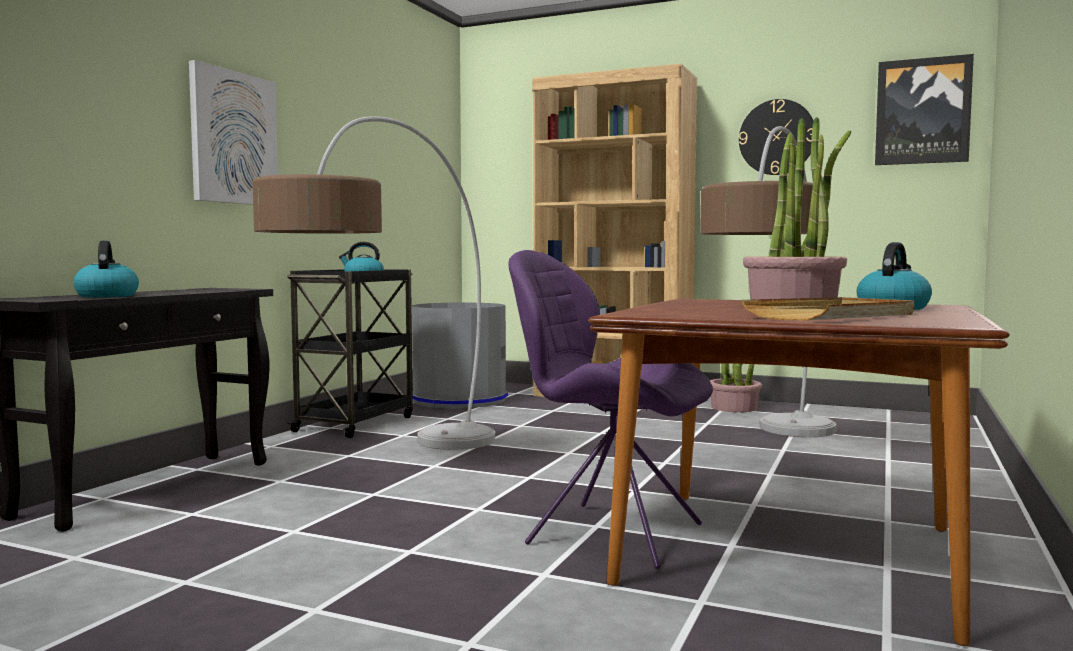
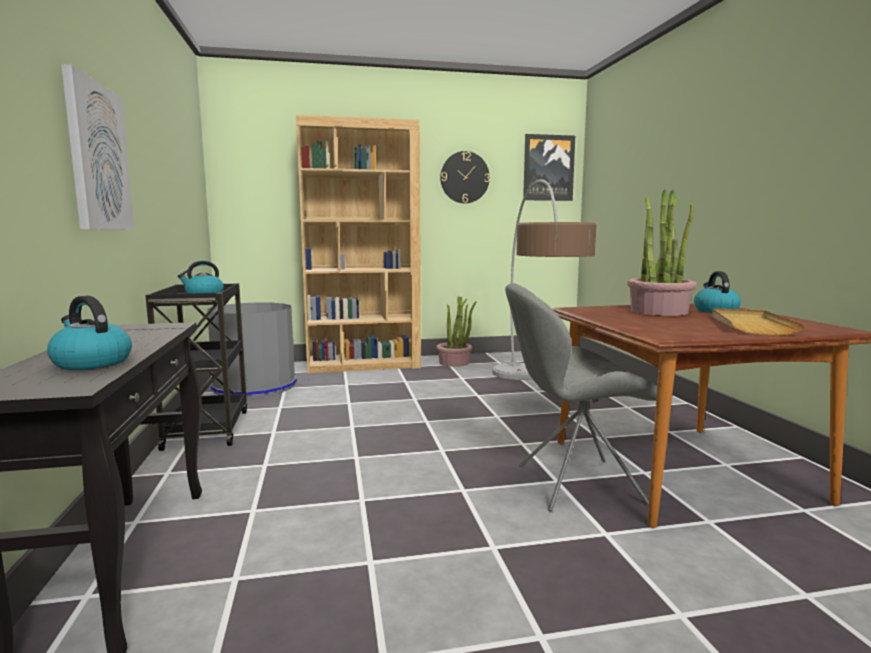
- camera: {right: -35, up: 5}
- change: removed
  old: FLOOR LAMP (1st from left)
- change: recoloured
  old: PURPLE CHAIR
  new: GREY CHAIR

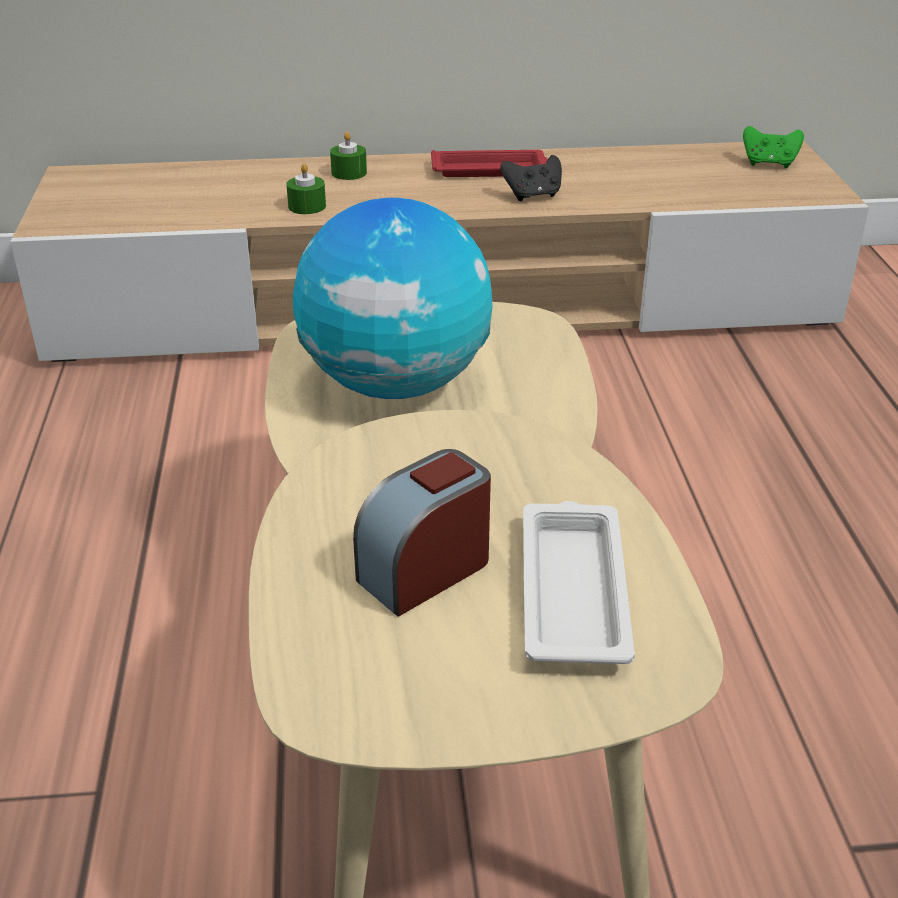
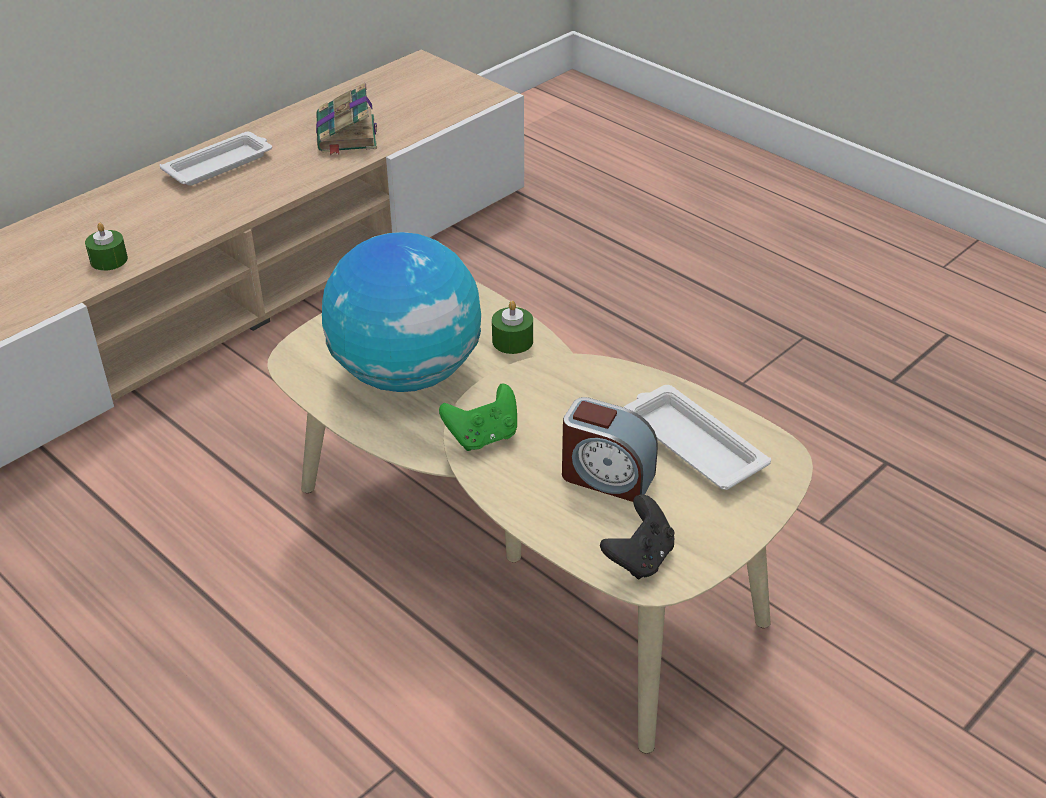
- camera: {right: -40, up: 5}
- change: added
  new: BOOK
- change: moved
  old: GREEN CANDLE (2nd from left)
- change: moved
  old: BLACK GAME CONTROLLER
- change: moved
  old: GREEN GAME CONTROLLER
- change: recoloured
  old: RED TRAY
  new: WHITE TRAY (1st from left)
- change: turned
  old: ALARM CLOCK
  degrees: -75

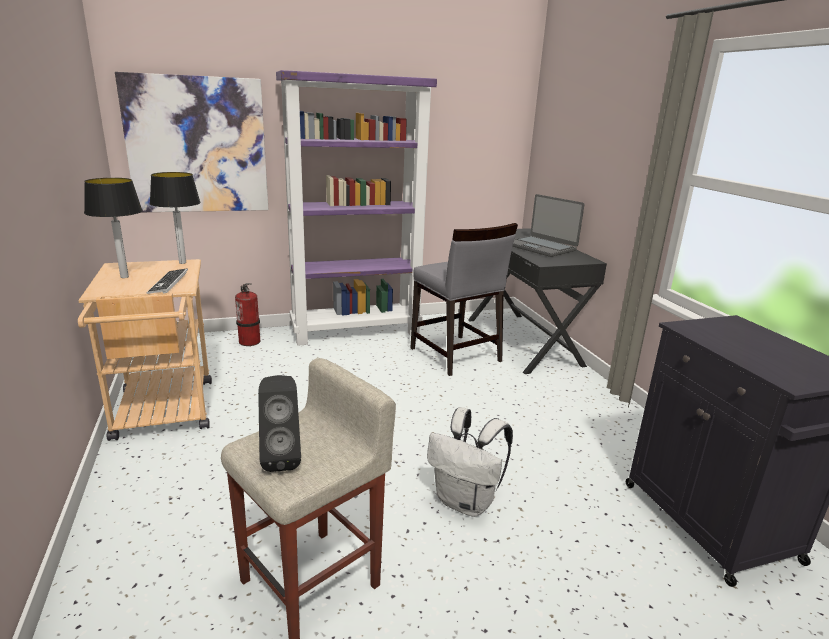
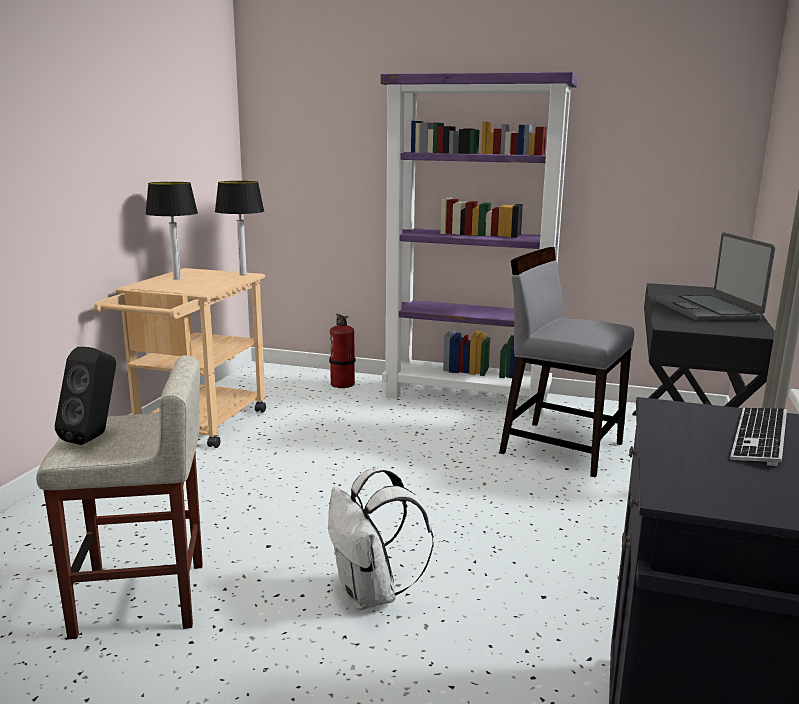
- camera: {right: 35, up: -5}
- change: removed
  old: PICTURE
- change: moved
  old: KEYBOARD
- change: turned
  old: GREY CHAIR
  degrees: 120

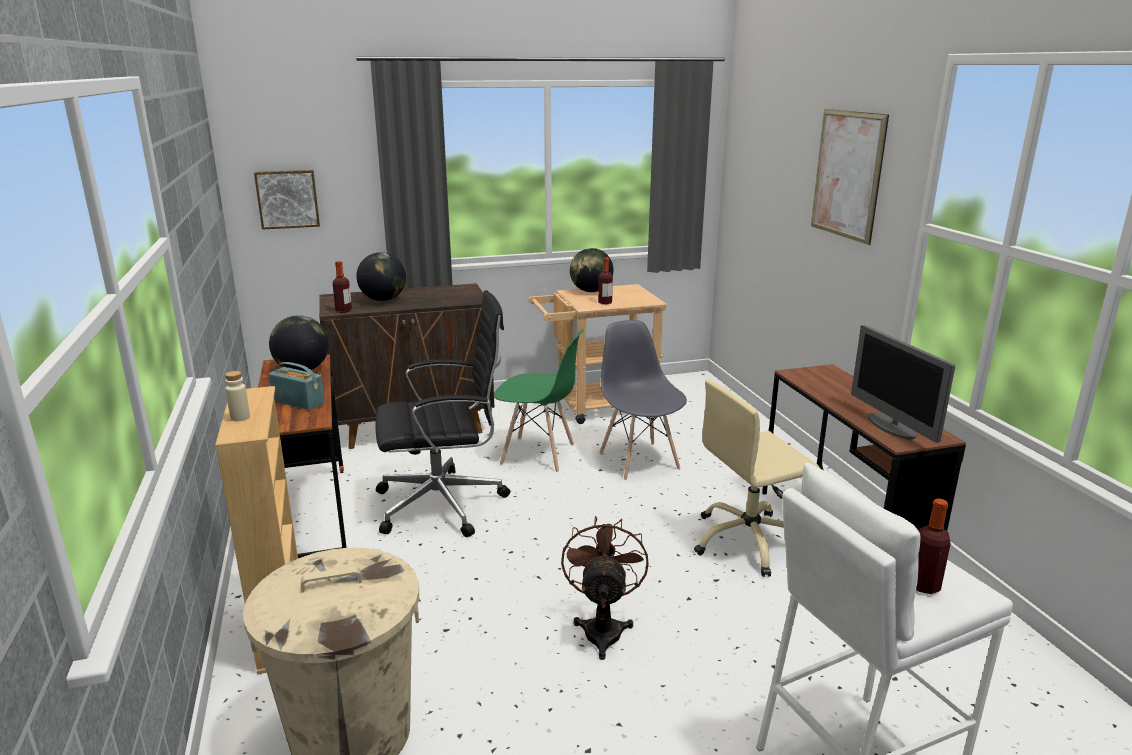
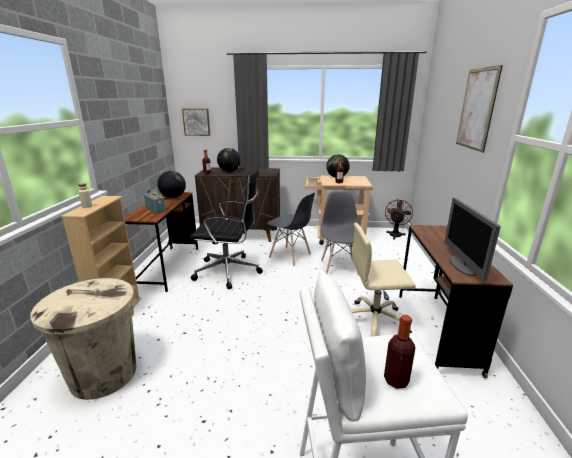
- camera: {right: 20, up: 0}
- change: moved
  old: BROWN FAN
- change: recoloured
  old: GREEN CHAIR
  new: GREY CHAIR (1st from left)

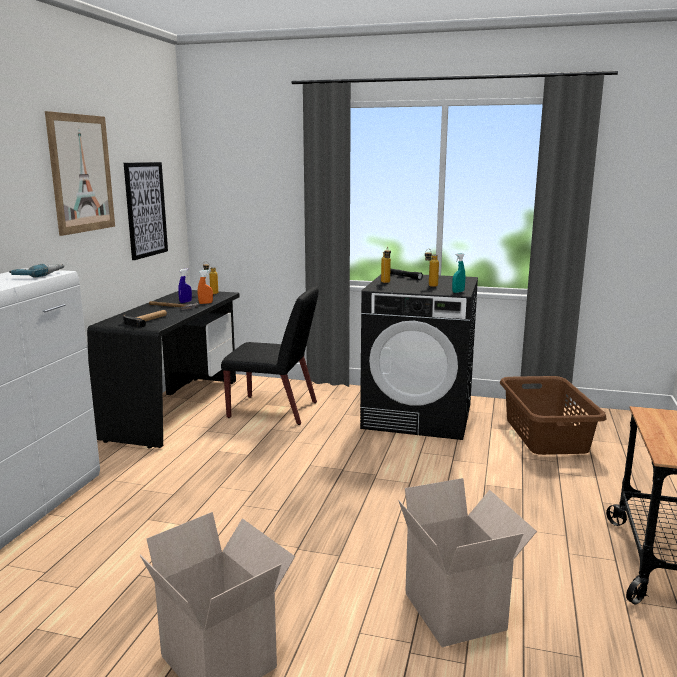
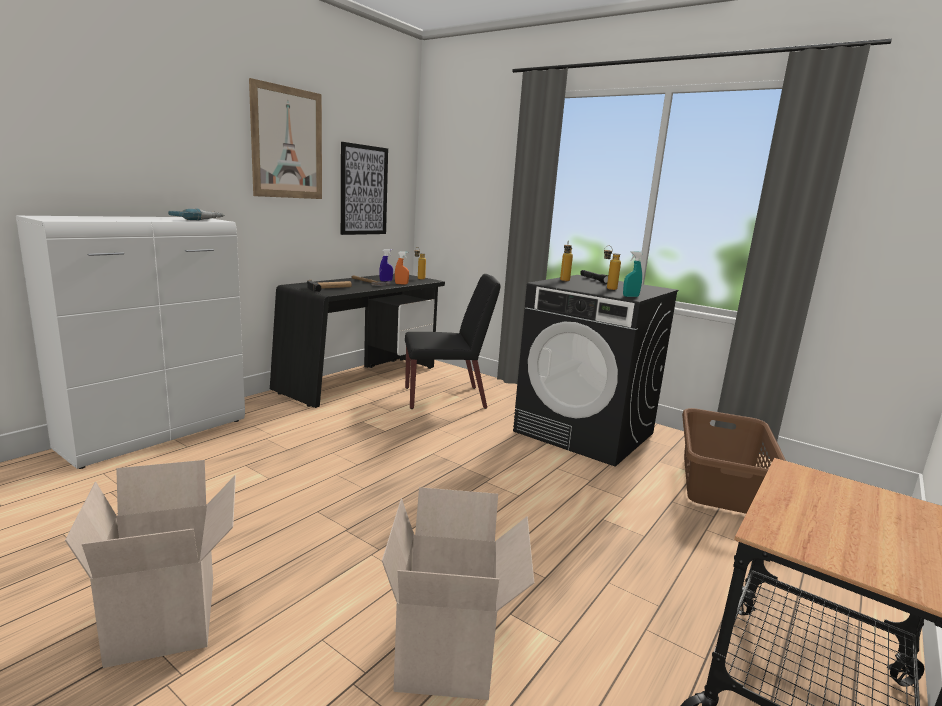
- camera: {right: 20, up: 0}
- change: turned
  old: BLACK CHAIR
  degrees: -45

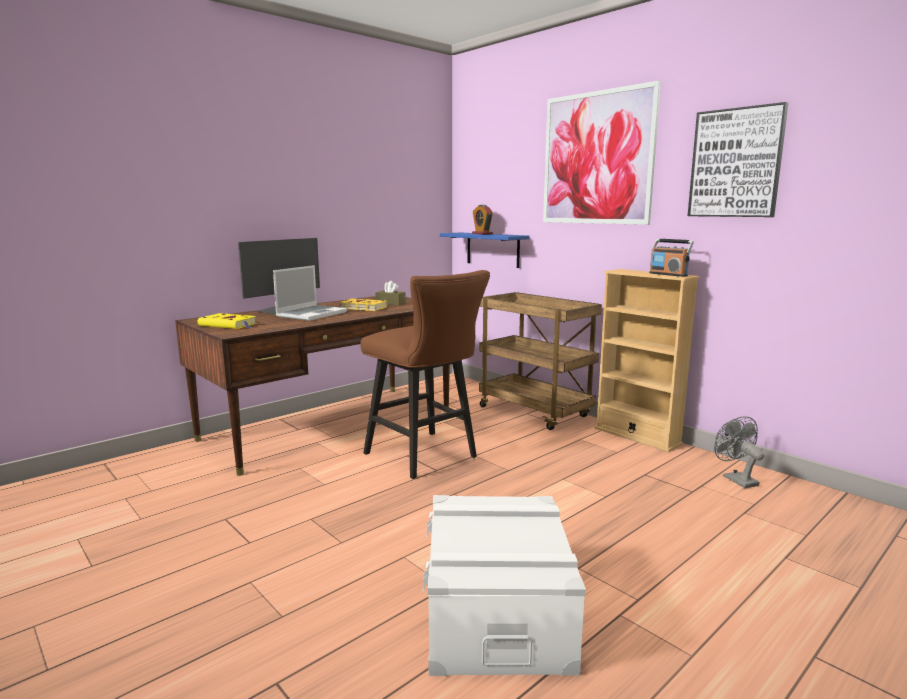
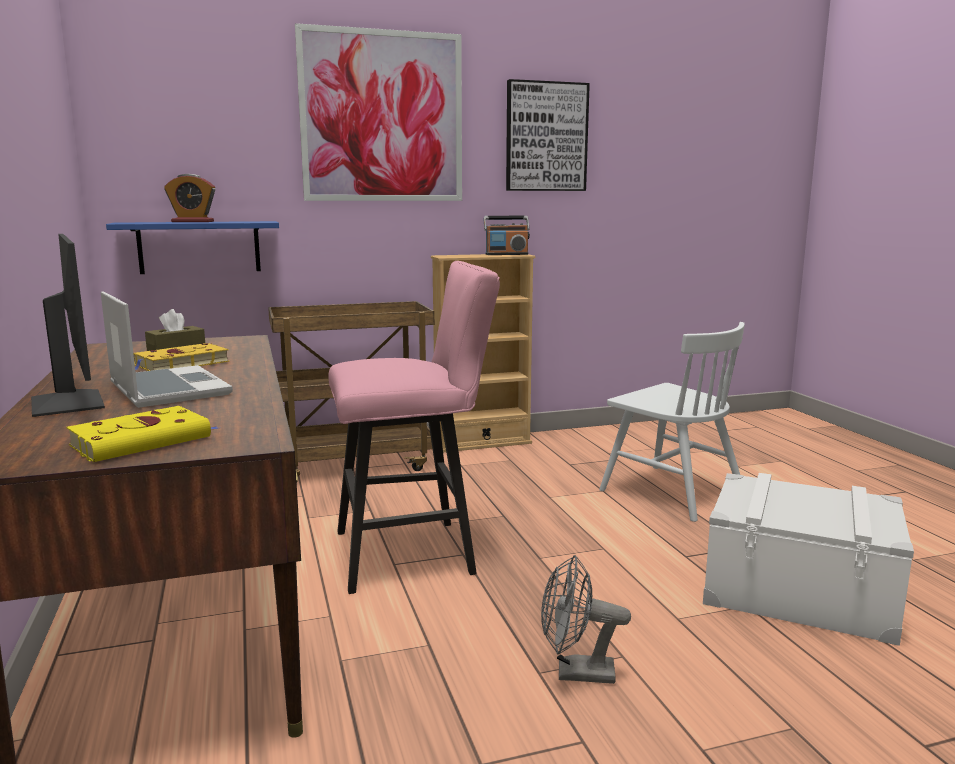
- camera: {right: -65, up: 0}
- change: added
  new: WHITE CHAIR
- change: moved
  old: GREY FAN
- change: recoloured
  old: BROWN STOOL
  new: PINK STOOL

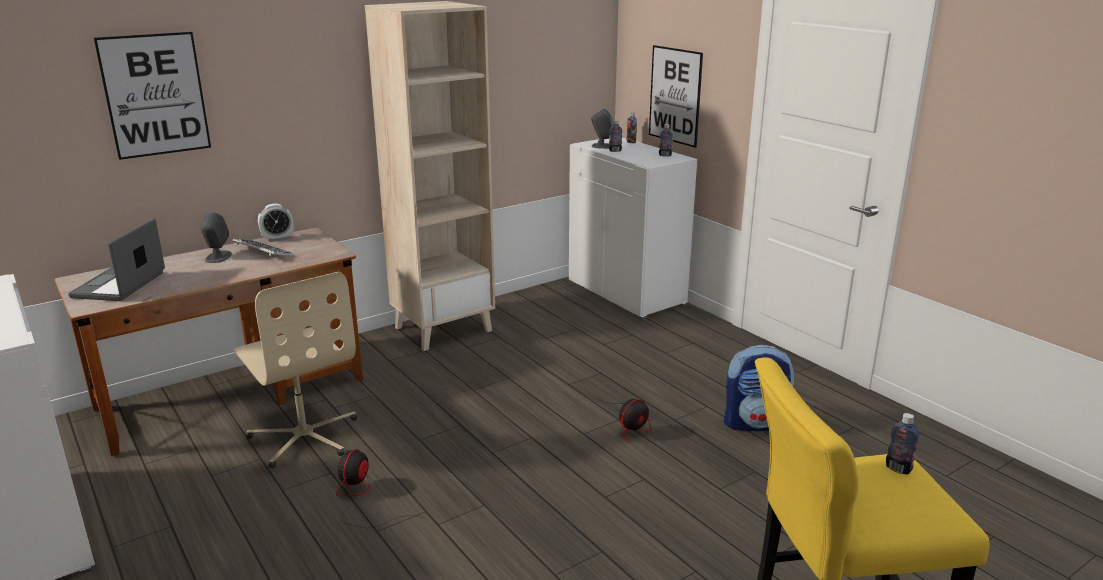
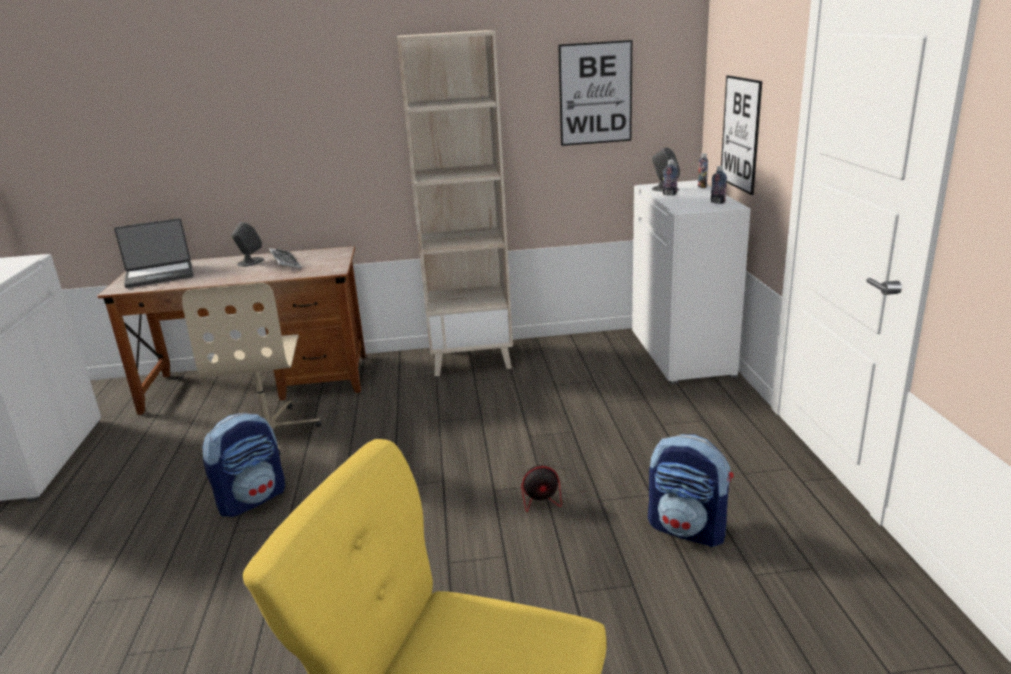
- camera: {right: 30, up: 0}
- change: removed
  old: ALARM CLOCK
- change: removed
  old: BOTTLE (4th from left)
- change: moved
  old: PICTURE (1st from left)
- change: replaced
  old: FAN (1st from left)
  new: BACKPACK (1st from left)
- change: turned
  old: LAPTOP
  degrees: -150

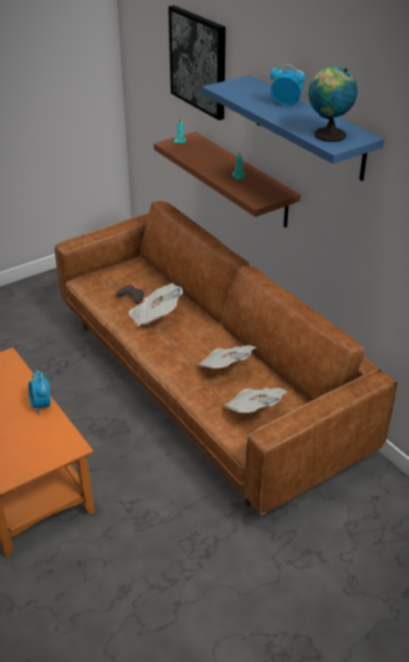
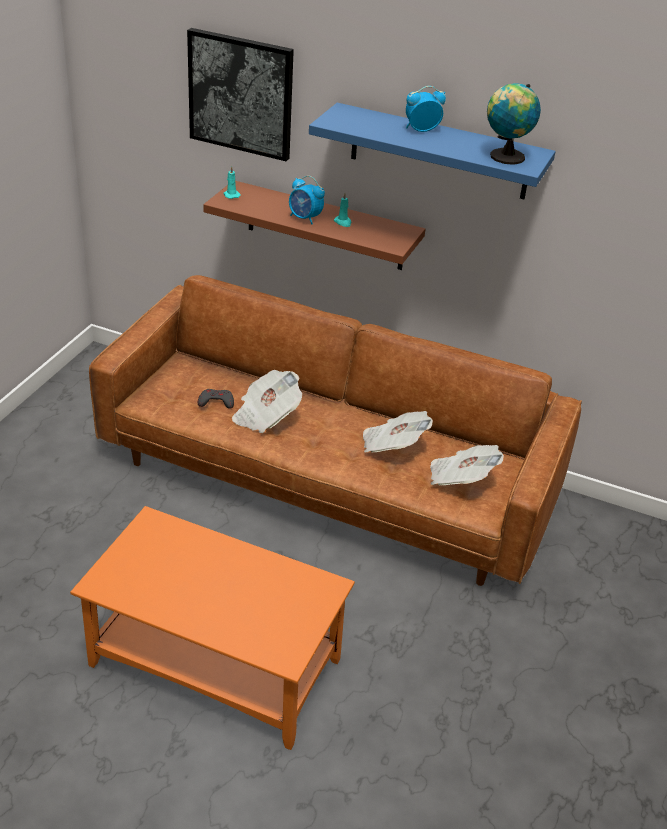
- camera: {right: -35, up: 0}
- change: moved
  old: ALARM CLOCK (1st from left)

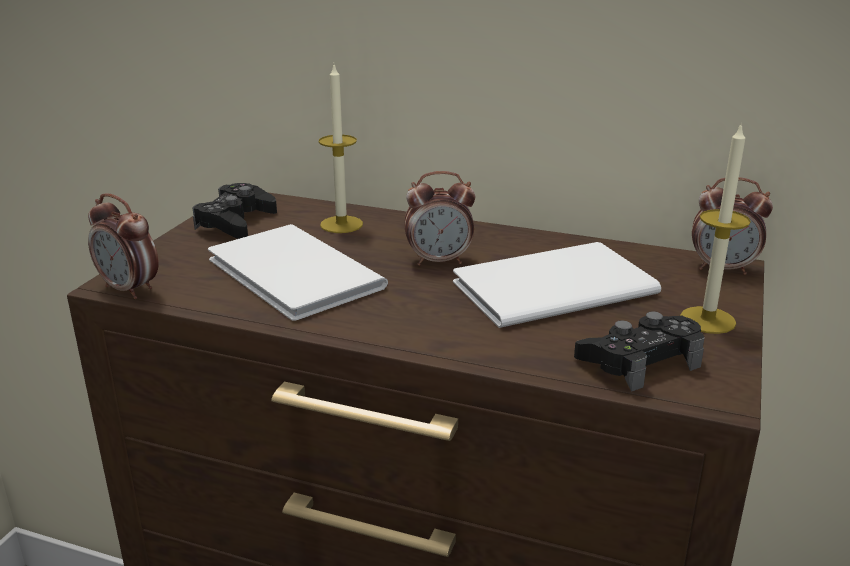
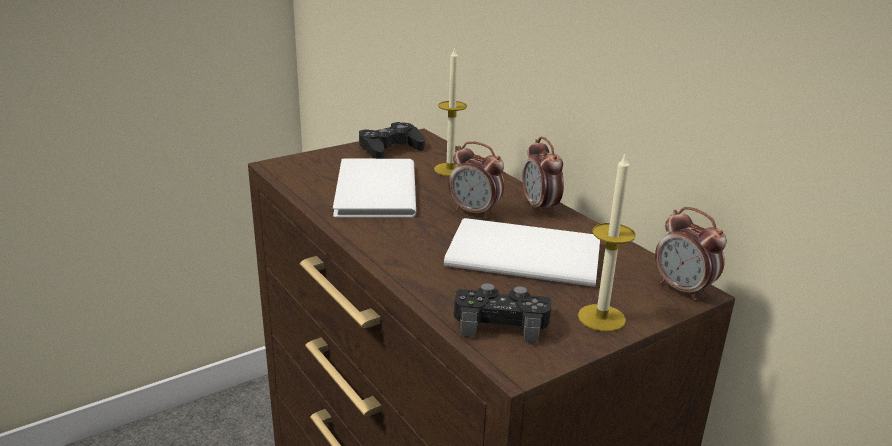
- camera: {right: 35, up: 0}
- change: moved
  old: ALARM CLOCK (1st from left in the first image)
  new: ALARM CLOCK (2nd from left)

